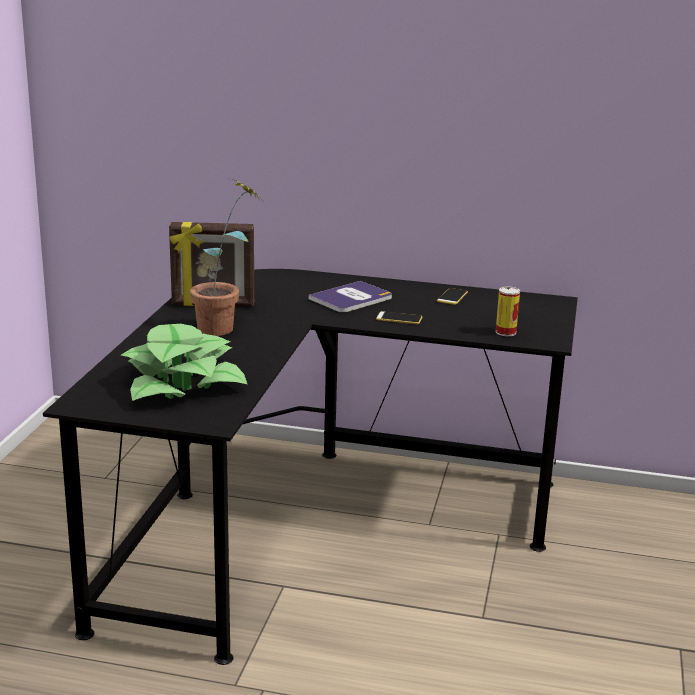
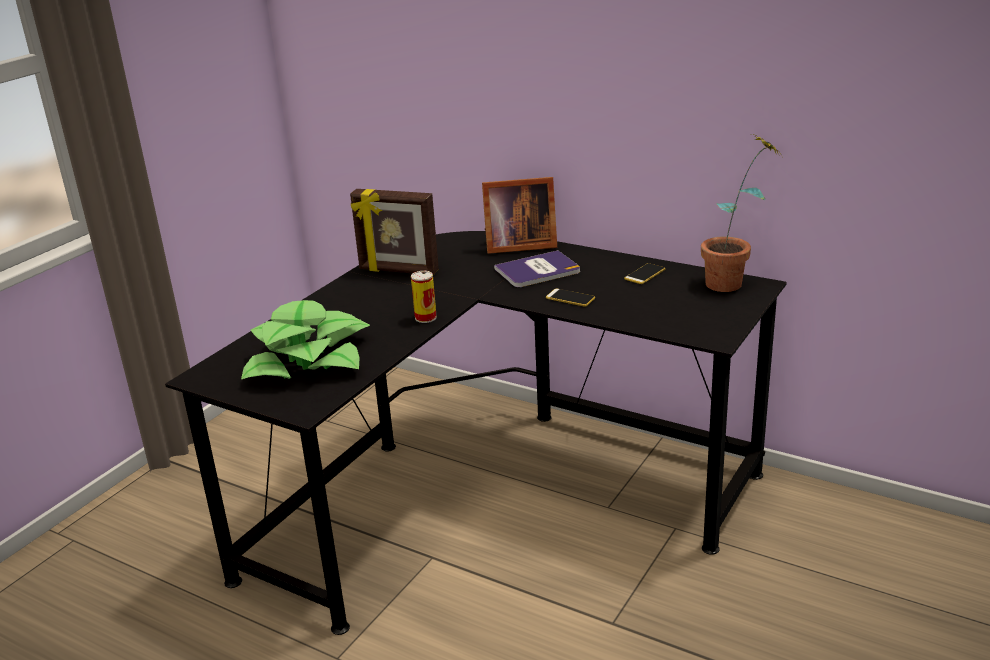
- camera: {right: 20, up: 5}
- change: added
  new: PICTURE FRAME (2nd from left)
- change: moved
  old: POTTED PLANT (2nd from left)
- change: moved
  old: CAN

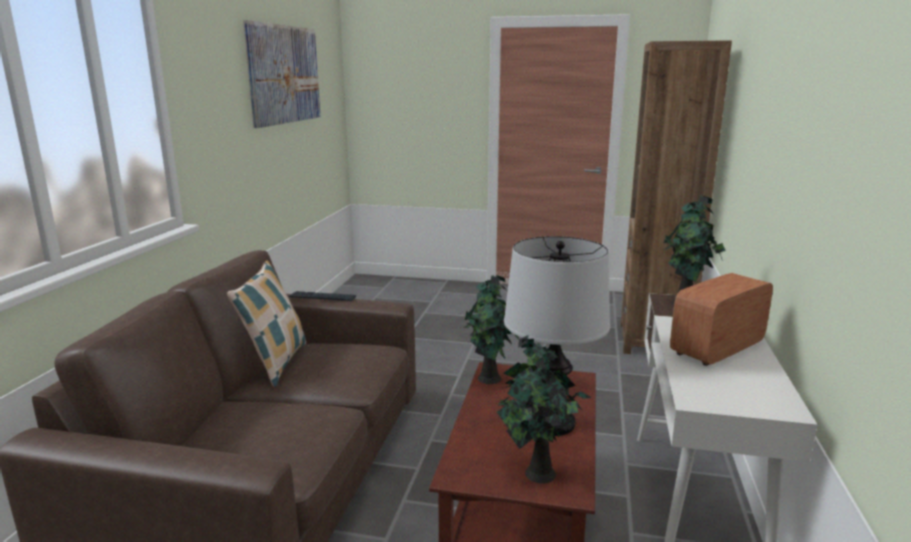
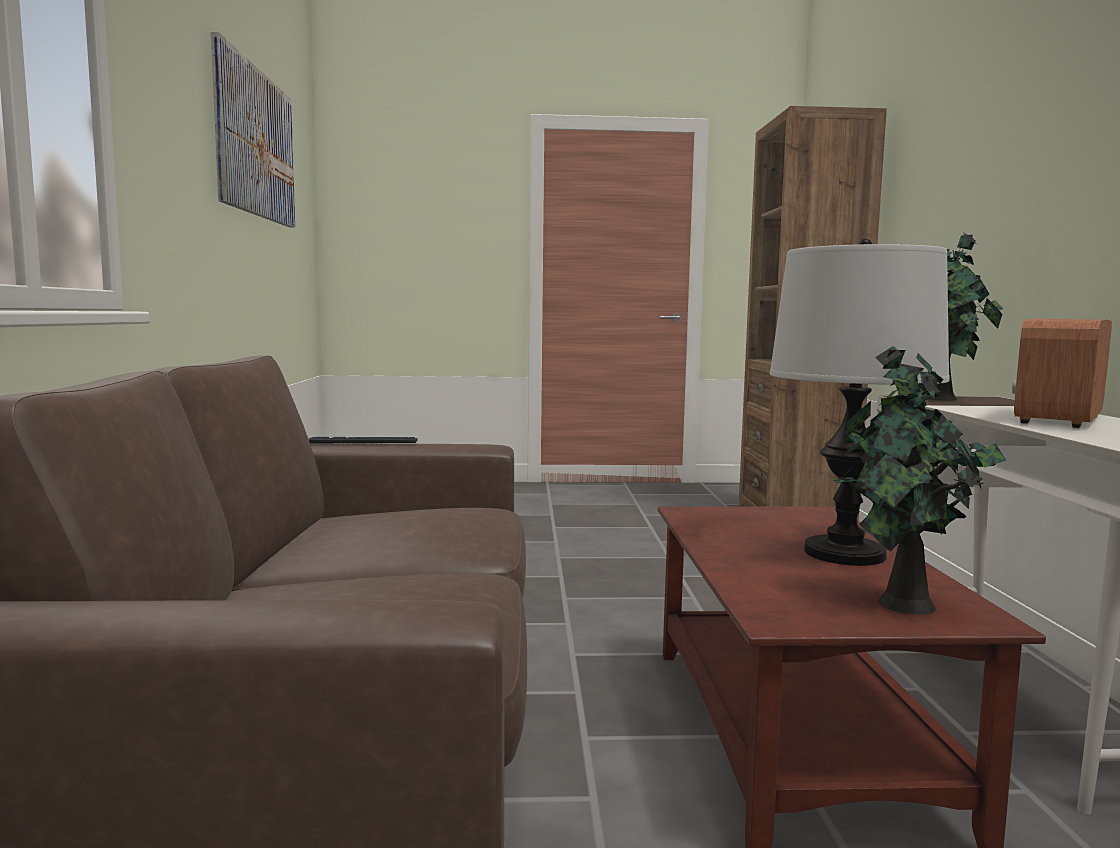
- camera: {right: -15, up: -10}
- change: removed
  old: PILLOW
- change: removed
  old: POTTED PLANT (1st from left)

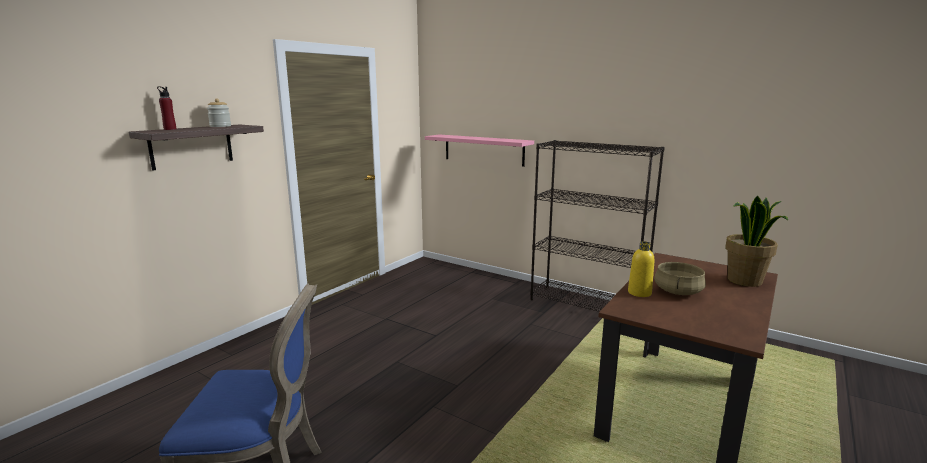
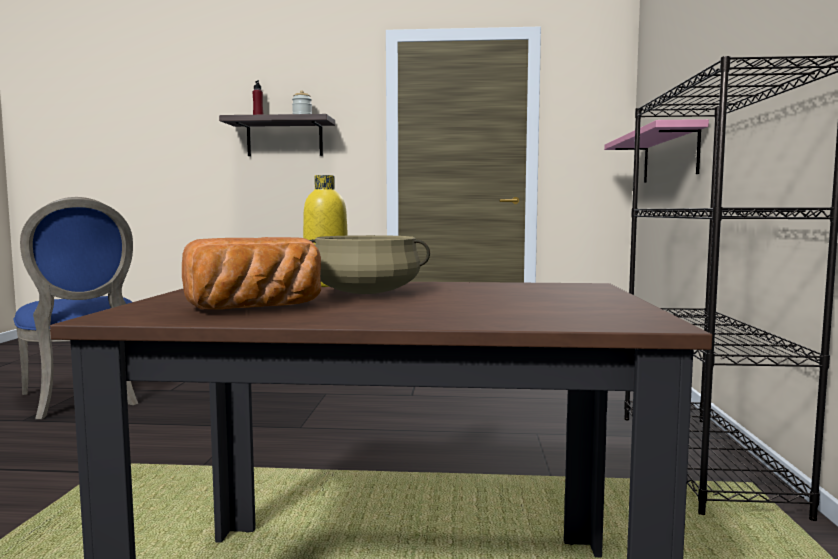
- camera: {right: 60, up: -10}
- change: removed
  old: POTTED PLANT
- change: added
  new: BREAD

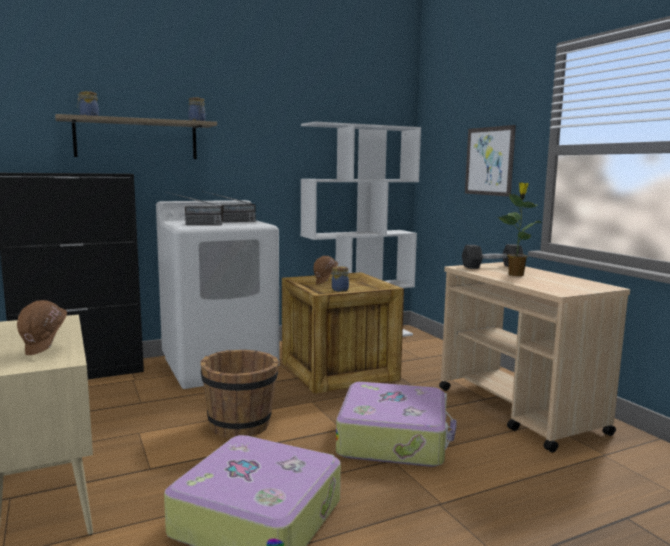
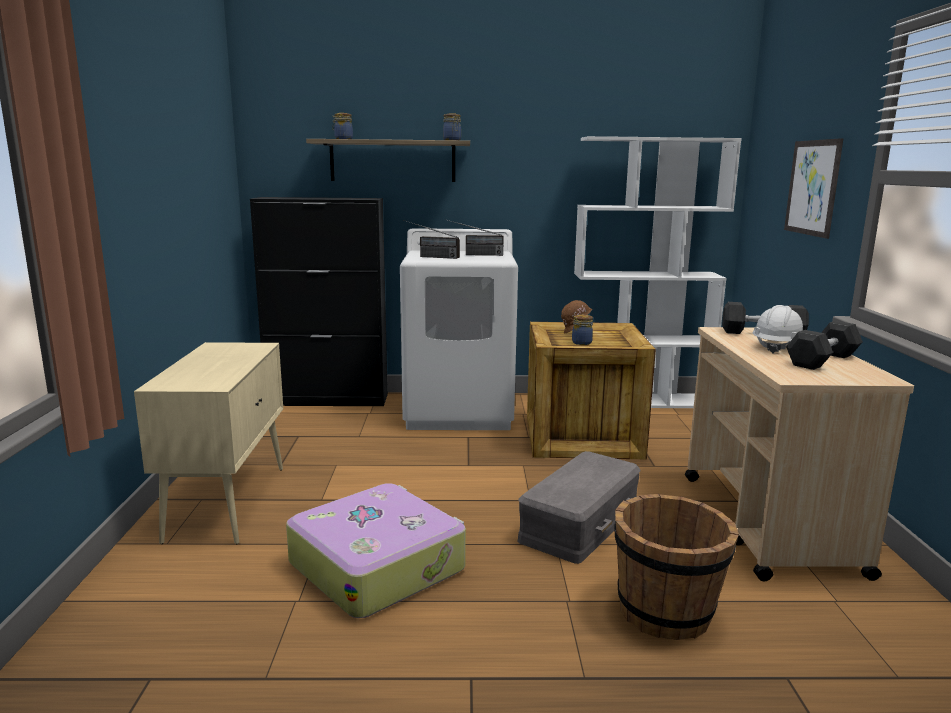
- camera: {right: 25, up: 5}
- change: removed
  old: BROWN HARD HAT (1st from left)
- change: added
  new: GREY DUMBBELL (2nd from left)
- change: moved
  old: BROWN BUCKET
- change: replaced
  old: SUITCASE (2nd from left)
  new: GREY STORAGE BOX
- change: replaced
  old: POTTED PLANT
  new: WHITE HARD HAT

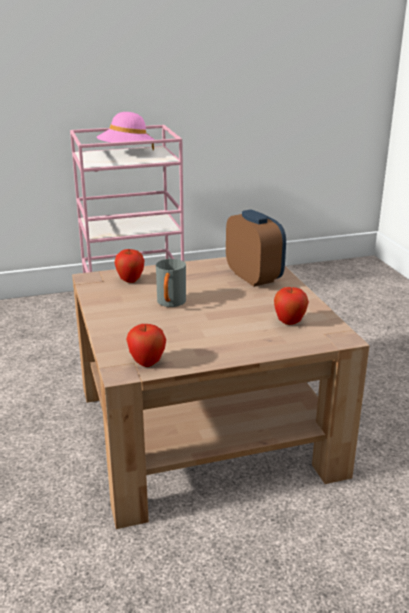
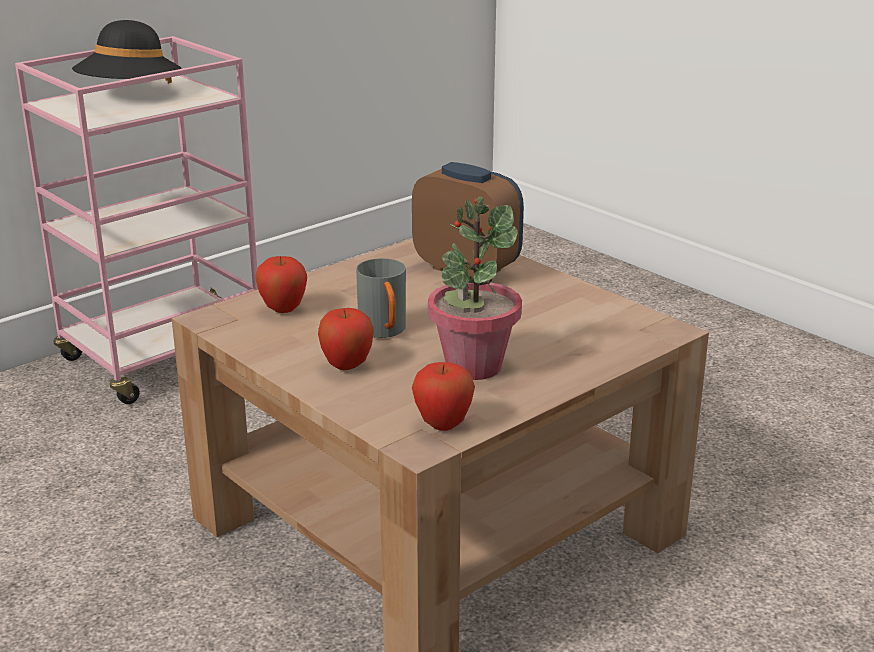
- camera: {right: -25, up: 0}
- change: added
  new: POTTED PLANT
- change: moved
  old: APPLE (3rd from left in the first image)
  new: APPLE (2nd from left)
- change: recoloured
  old: PINK HAT
  new: BLACK HAT

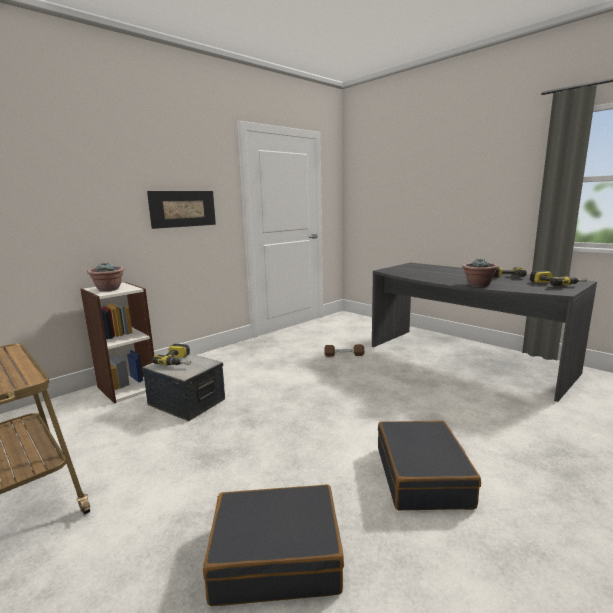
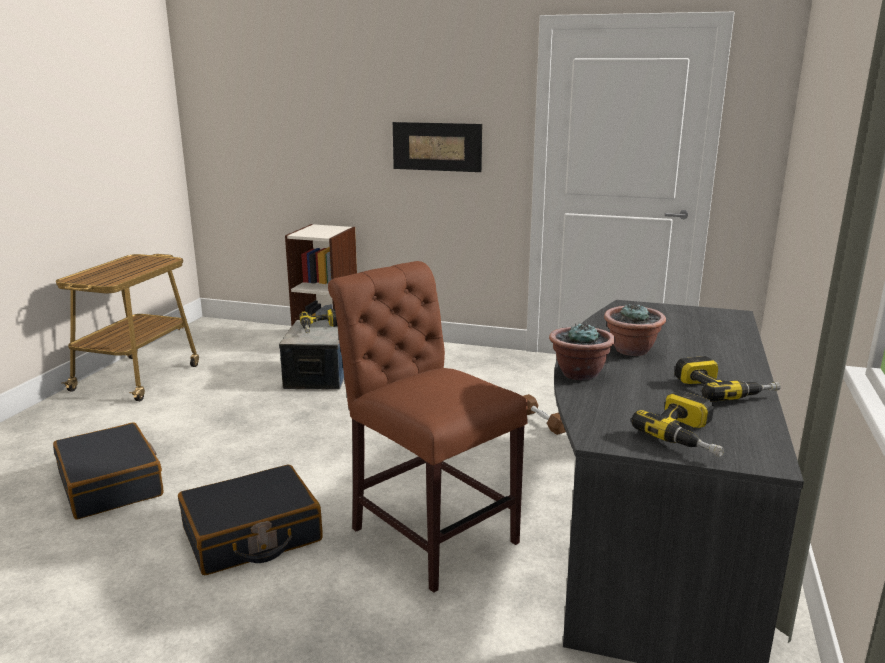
- camera: {right: 60, up: 5}
- change: added
  new: BROWN CHAIR
- change: moved
  old: POTTED PLANT (1st from left in the first image)
  new: POTTED PLANT (2nd from left)

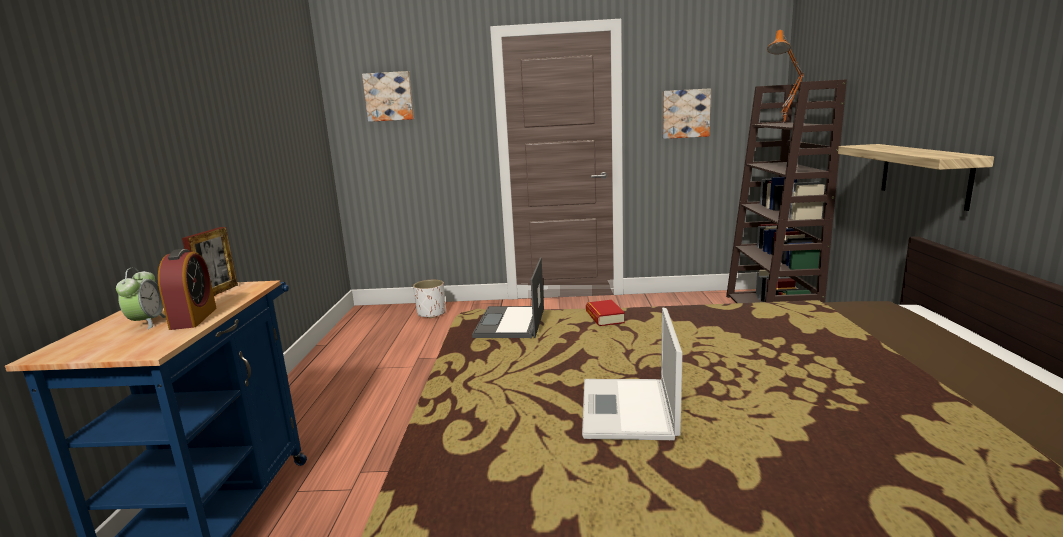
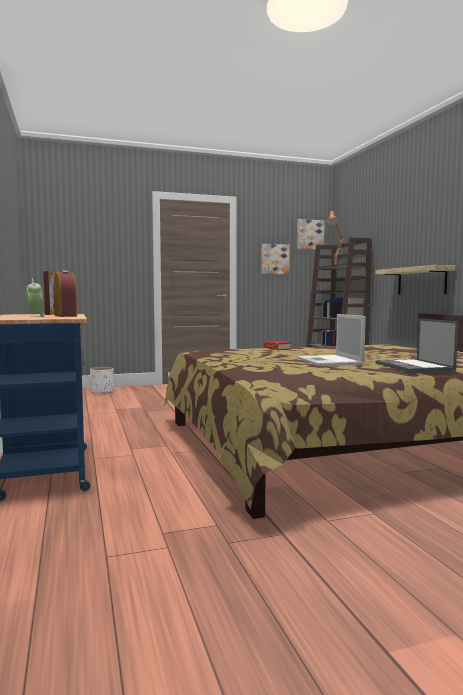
- camera: {right: -20, up: -10}
- change: moved
  old: PICTURE (1st from left in the first image)
  new: PICTURE (2nd from left)
- change: moved
  old: LAPTOP (1st from left in the first image)
  new: LAPTOP (2nd from left)

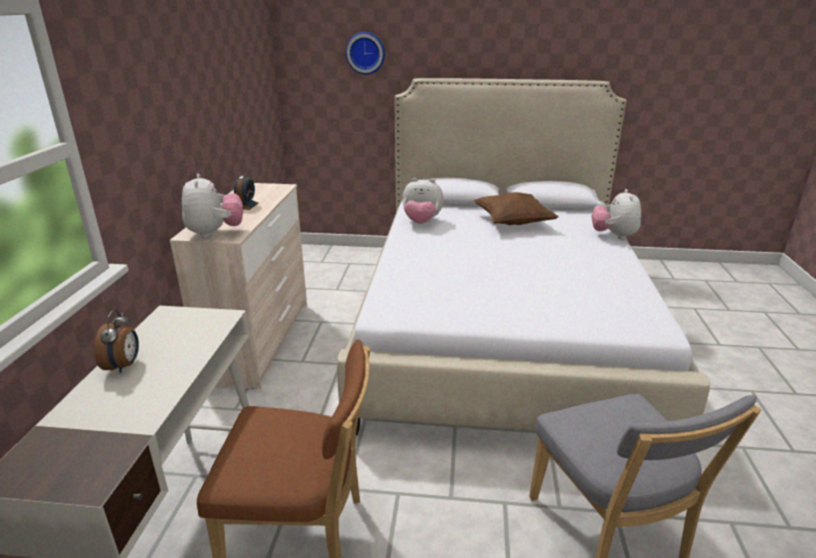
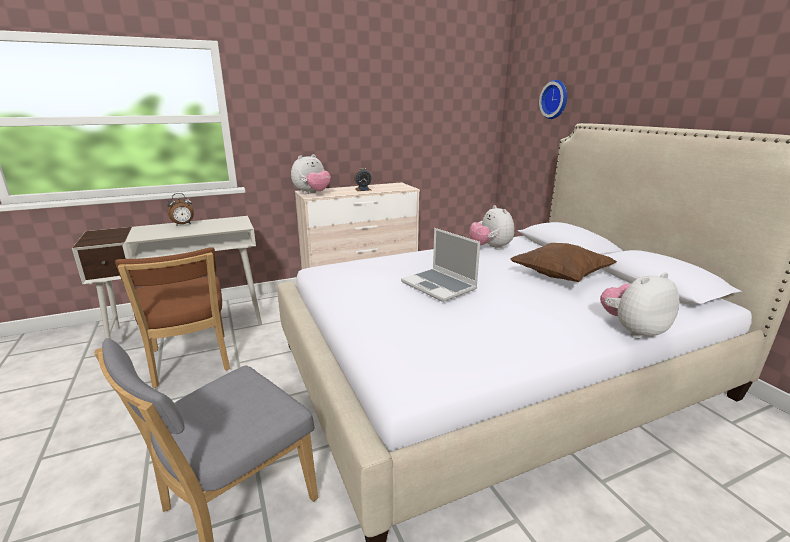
- camera: {right: 60, up: -5}
- change: added
  new: LAPTOP

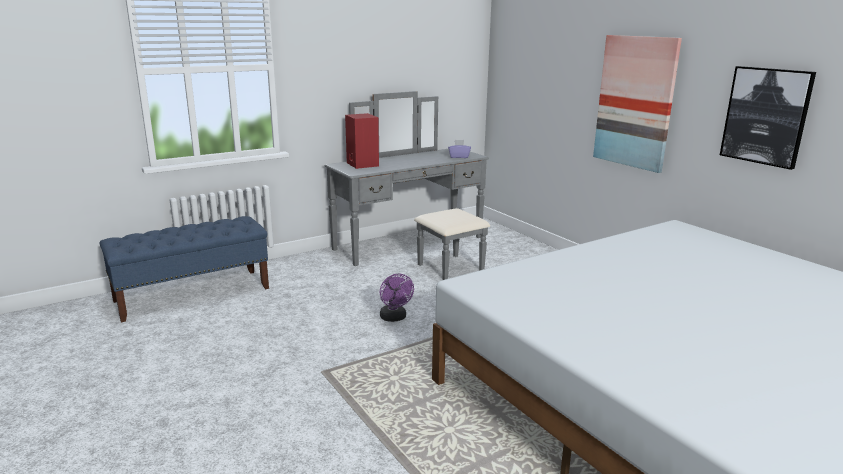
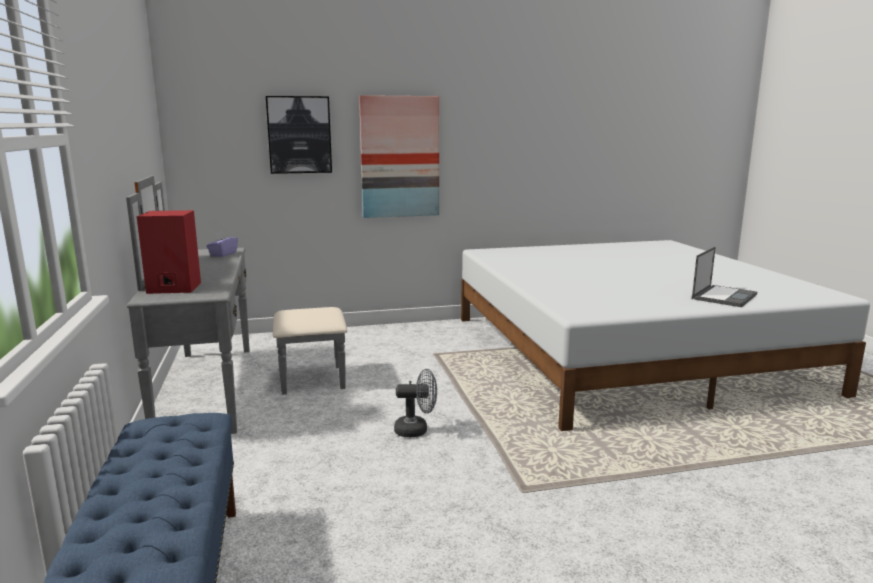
- camera: {right: -70, up: -5}
- change: added
  new: LAPTOP
- change: moved
  old: PICTURE (2nd from left in the first image)
  new: PICTURE (1st from left)
- change: recoloured
  old: PURPLE FAN
  new: GREY FAN

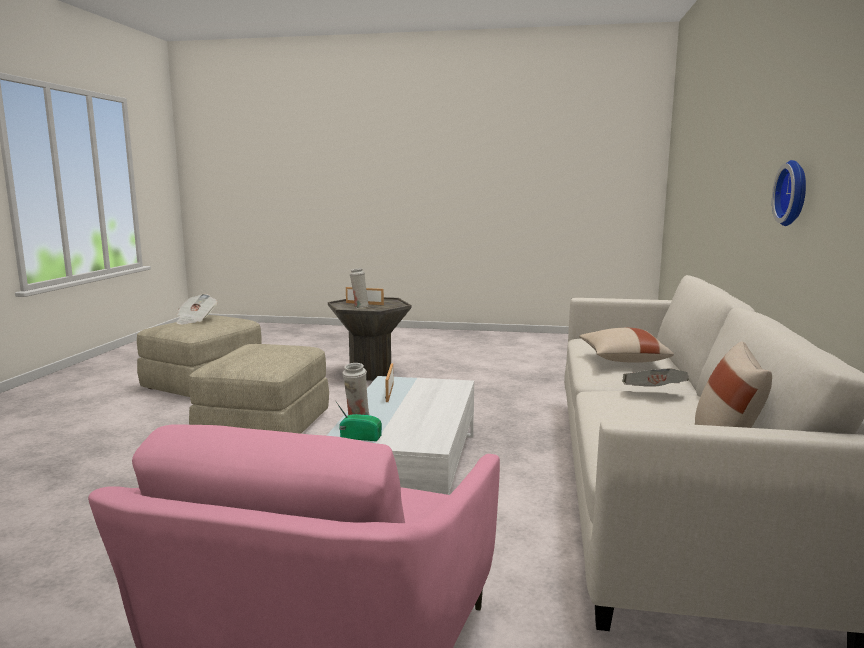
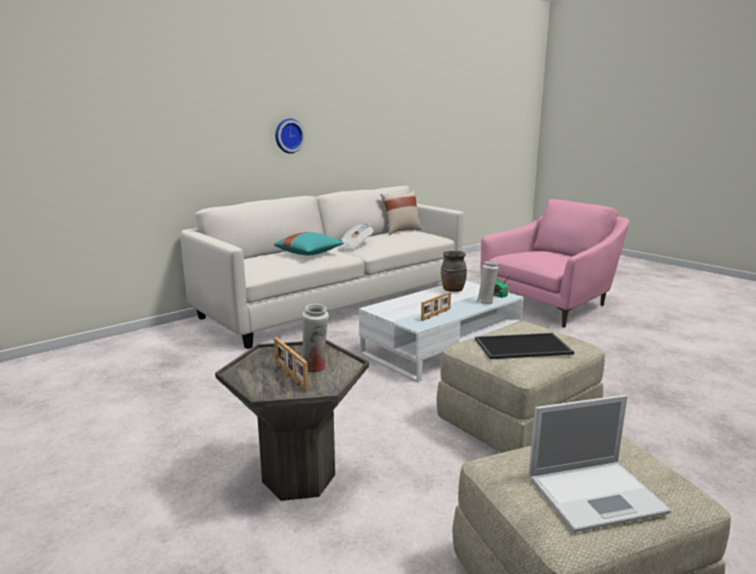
- camera: {right: -140, up: 5}
- change: added
  new: BROWN VASE
- change: added
  new: TRAY
- change: replaced
  old: NEWSPAPER (1st from left)
  new: LAPTOP
- change: recoloured
  old: BEIGE PILLOW (1st from left)
  new: TURQUOISE PILLOW

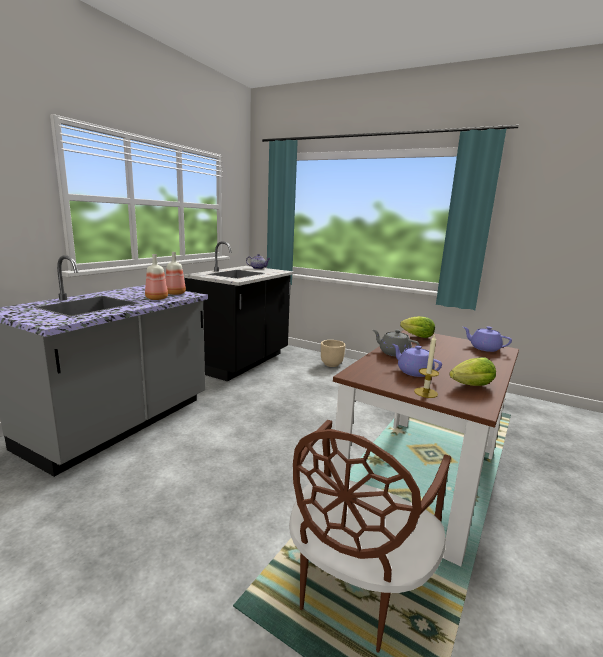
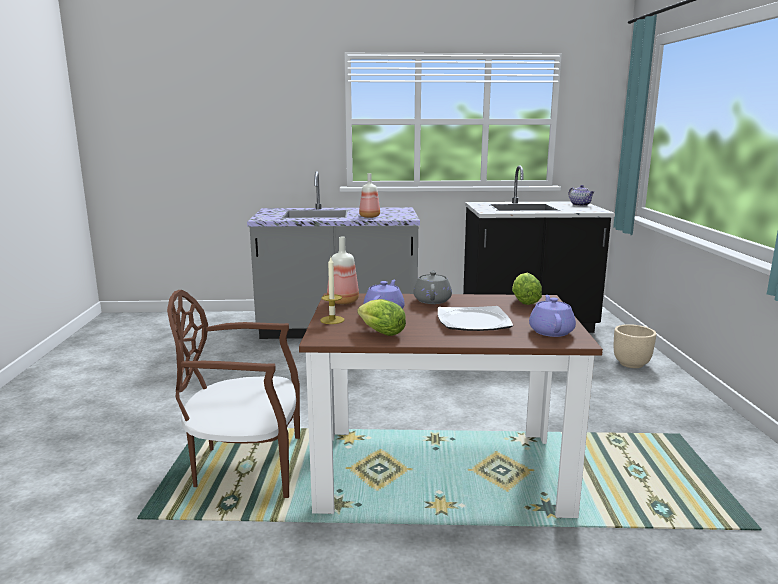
- camera: {right: 60, up: 0}
- change: added
  new: PLATE
- change: moved
  old: BOTTLE (2nd from left in the first image)
  new: BOTTLE (1st from left)

